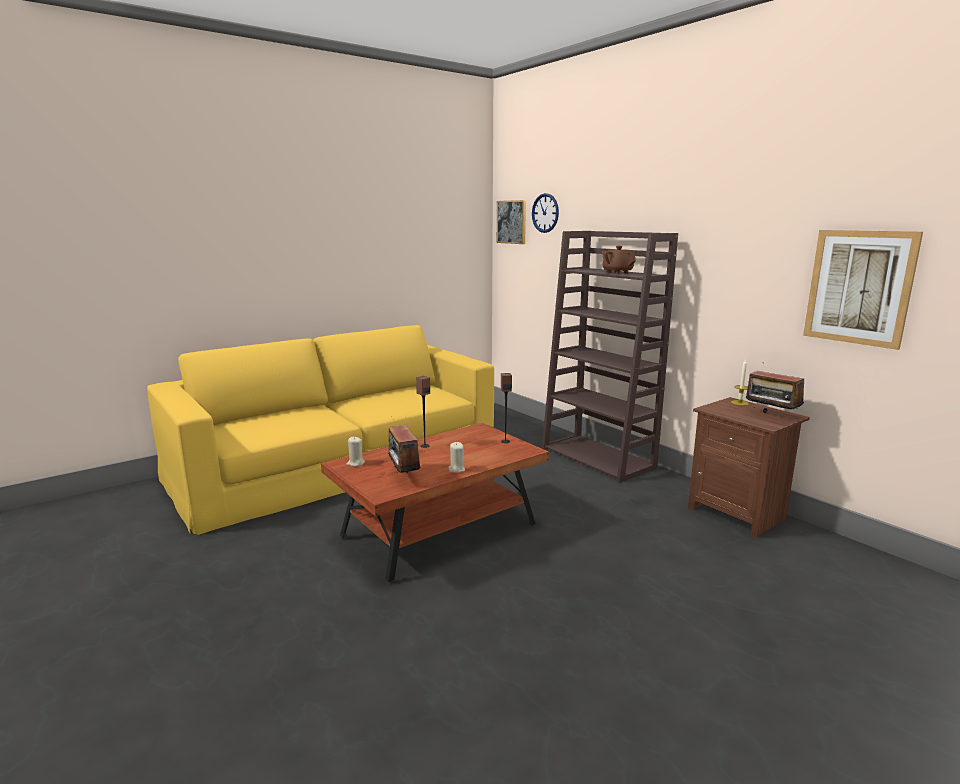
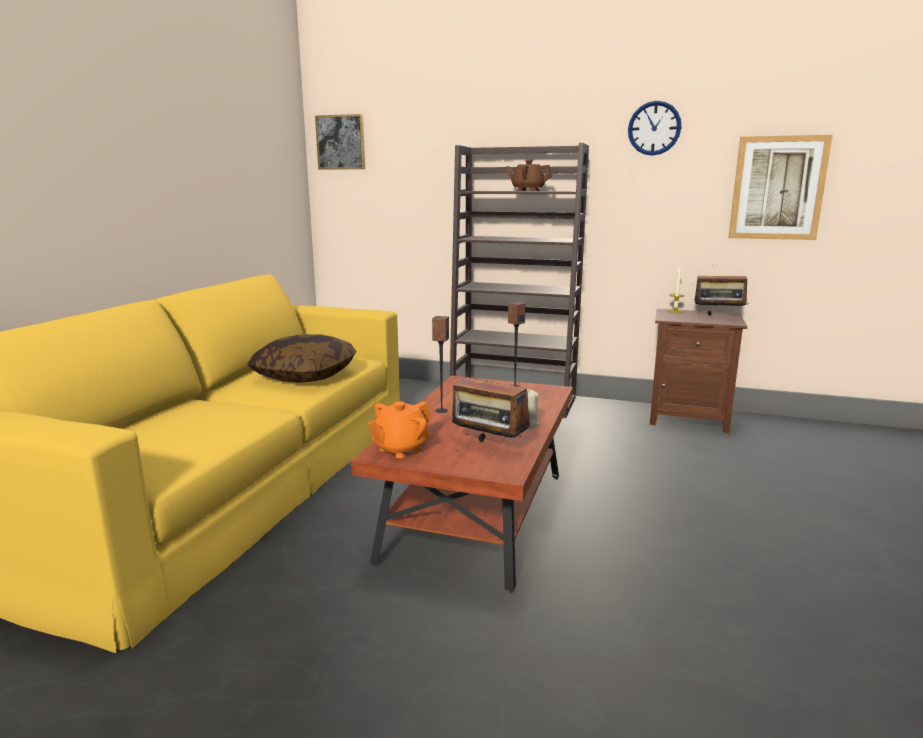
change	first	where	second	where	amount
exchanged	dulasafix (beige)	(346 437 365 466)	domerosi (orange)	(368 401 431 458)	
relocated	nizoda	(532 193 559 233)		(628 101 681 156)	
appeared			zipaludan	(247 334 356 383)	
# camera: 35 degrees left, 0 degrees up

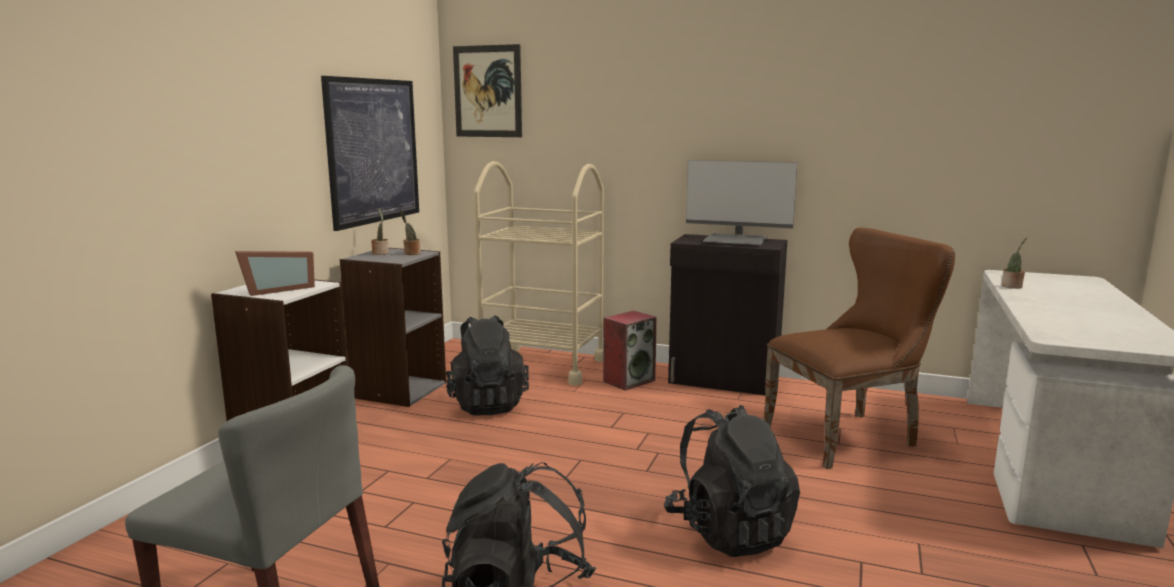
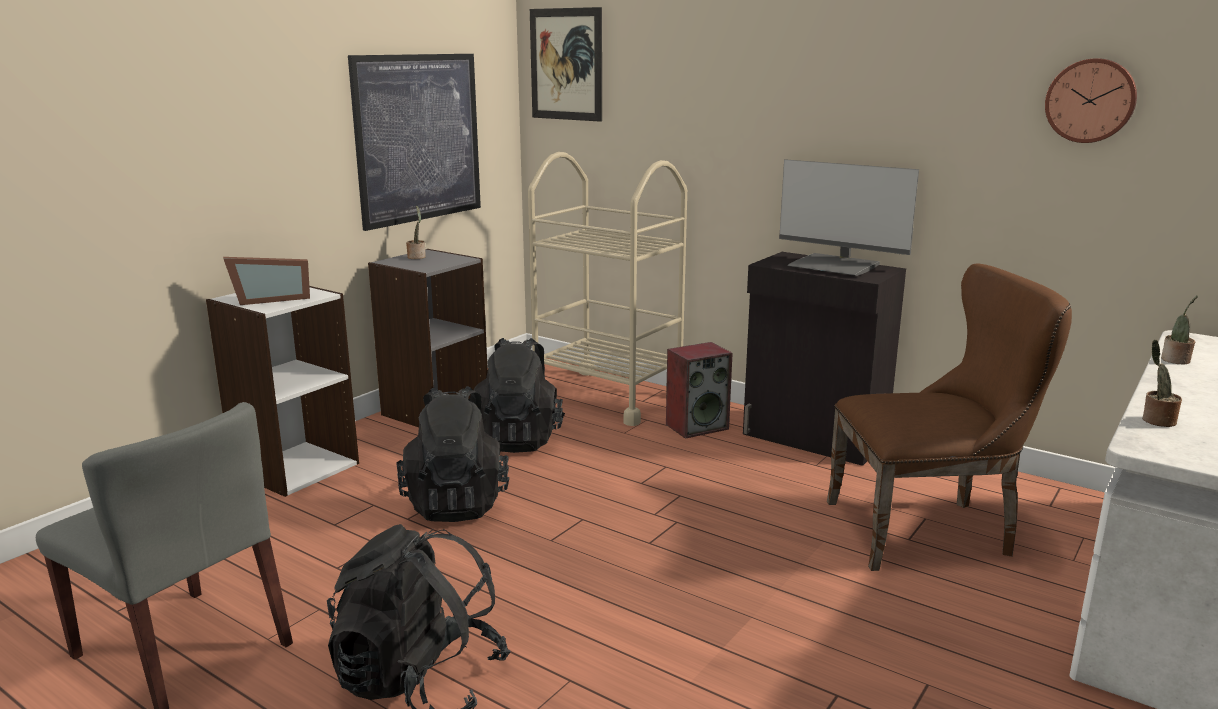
change	first	where	second	where	amount
relocated	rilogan	(399 210 421 255)		(1142 340 1182 427)	
relocated	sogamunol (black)	(664 405 800 557)		(396 386 509 522)	
appeared			nizoda	(1045 58 1137 143)	
# camera: 15 degrees right, 5 degrees up

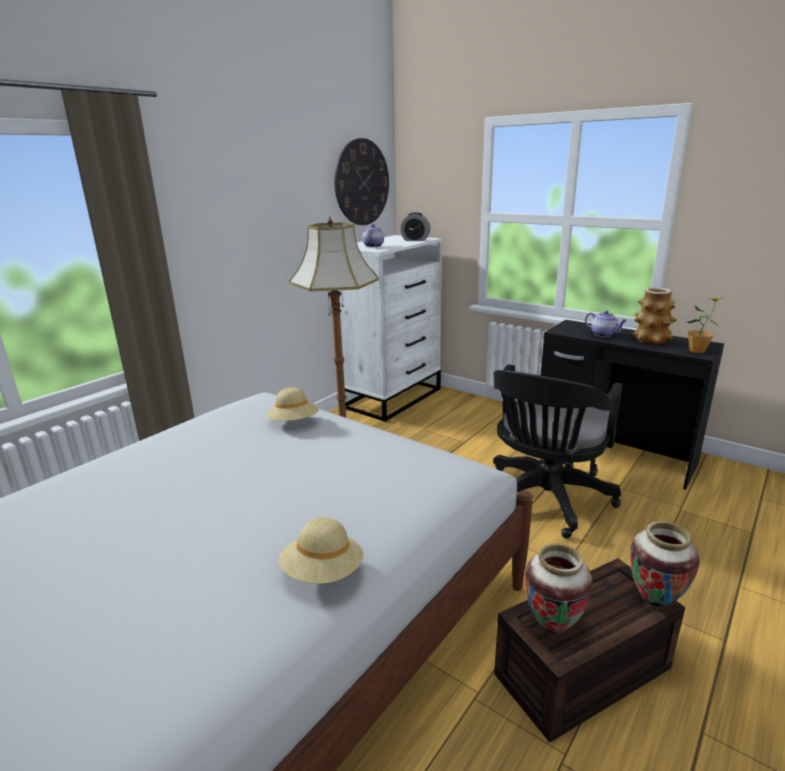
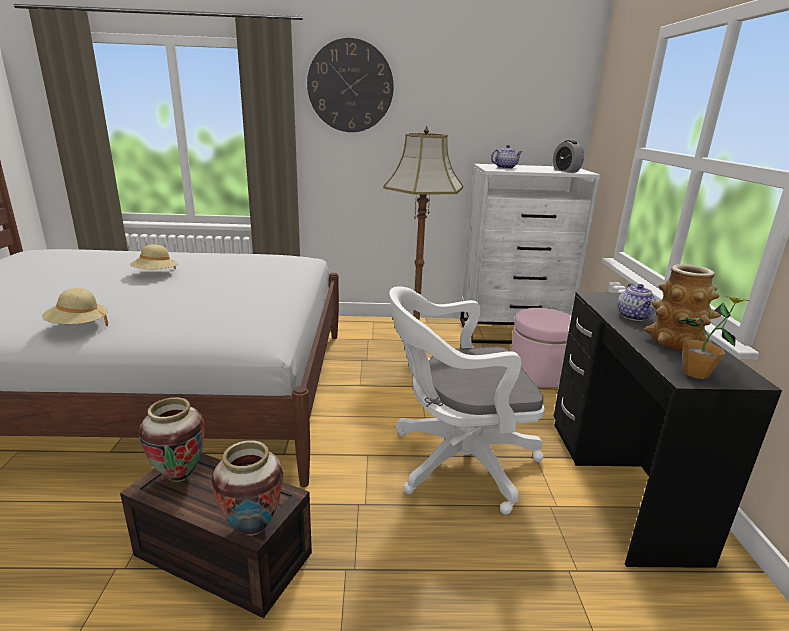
change	first	where	second	where	amount
relocated	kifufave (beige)	(267 387 319 421)		(130 244 178 269)	
relocated	nizoda	(334 138 389 225)		(307 38 394 132)	
colour	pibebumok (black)	(493 364 622 539)	pibebumok (white)	(389 287 545 515)	
appeared			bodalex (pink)	(511 308 572 387)	
# camera: 50 degrees right, 0 degrees up

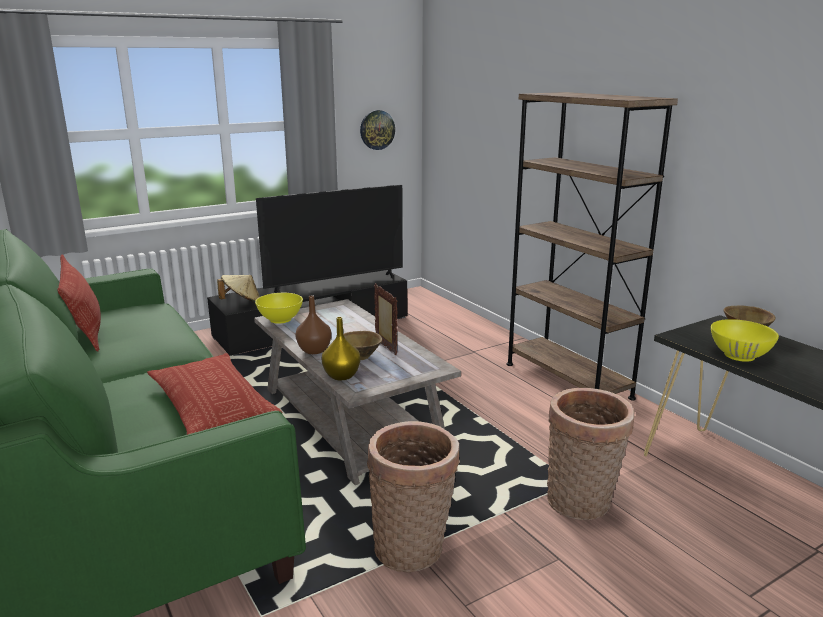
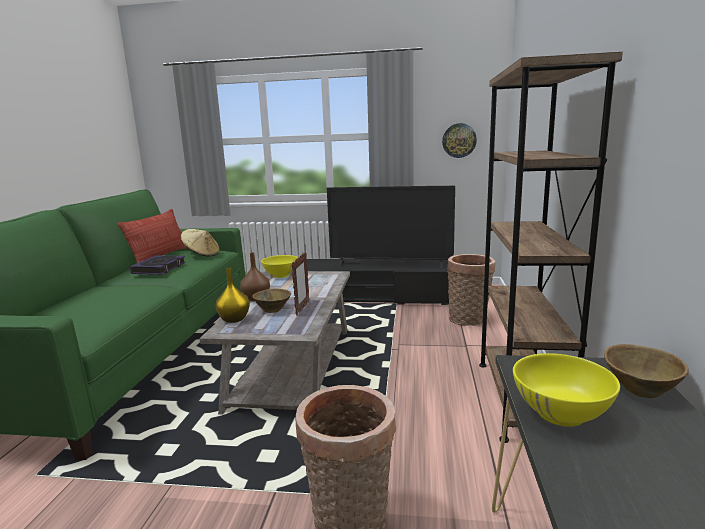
change	first	where	second	where	amount
missing	zipaludan	(147 353 283 435)			
relocated	kifufave (beige)	(217 275 260 303)		(180 229 220 257)	
relocated	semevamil	(367 421 460 573)		(447 254 495 326)	
appeared			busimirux	(130 255 186 275)	
# camera: 40 degrees right, 5 degrees down

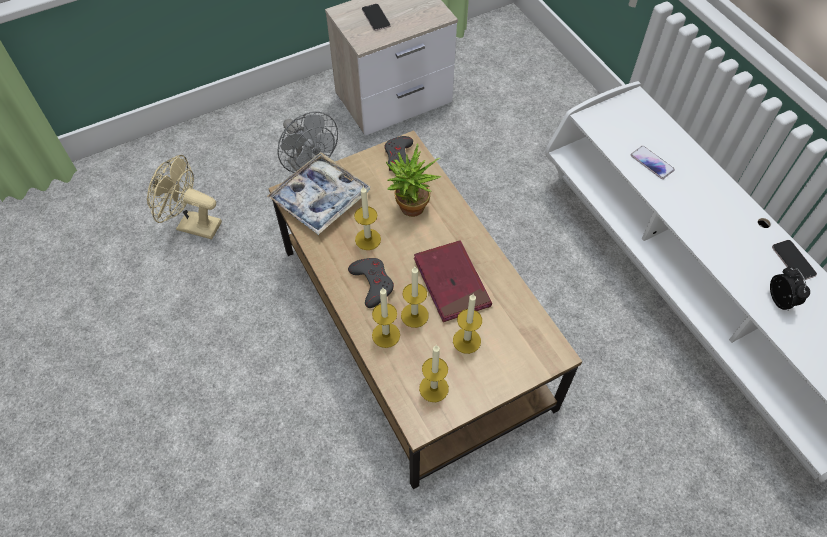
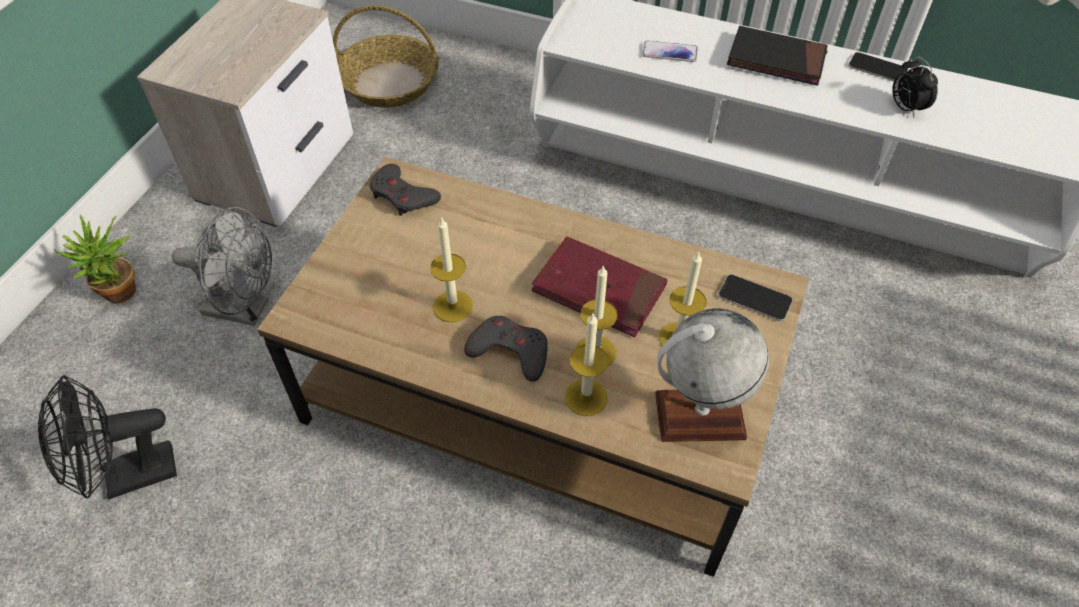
change	first	where	second	where	amount
colour	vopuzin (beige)	(147 155 222 239)	vopuzin (black)	(38 375 177 499)	
missing	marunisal	(267 152 370 235)			
relocated	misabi	(362 4 391 31)		(718 274 793 322)	
relocated	rilogan	(386 143 441 217)		(54 214 136 303)	
exchanged	dulasafix	(419 345 449 402)	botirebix	(655 309 769 442)	
spun	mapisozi	(770 267 810 310)		(892 57 938 118)	150 degrees counterclockwise
appeared			semevamil	(333 5 439 107)	
appeared			busimirux (black)	(727 26 828 86)	
# camera: 40 degrees left, 5 degrees down

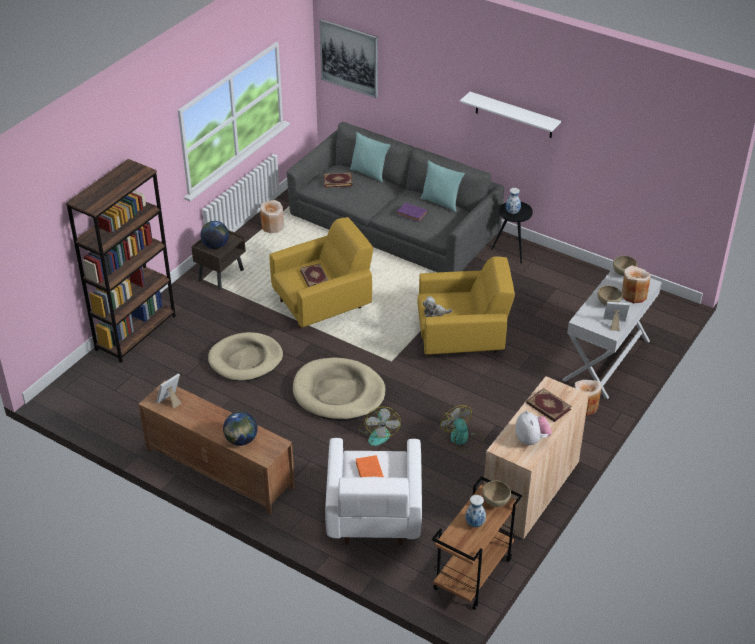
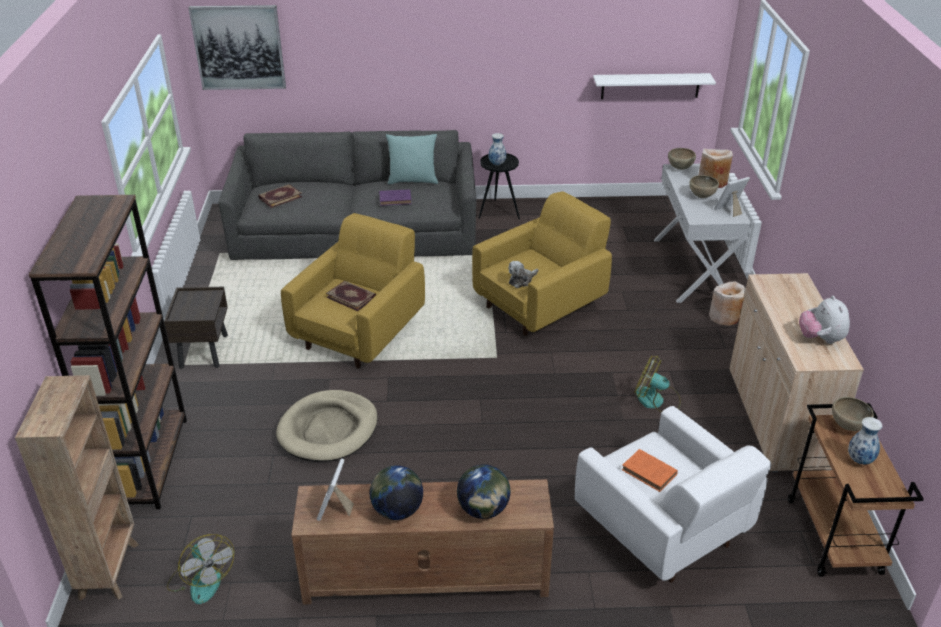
change	first	where	second	where	amount
relocated	botirebix	(200 221 229 249)		(370 465 423 520)	
missing	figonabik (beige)	(260 200 284 233)			
missing	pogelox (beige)	(293 358 386 421)			
missing	zipaludan (turquoise)	(350 132 390 183)			
relocated	vopuzin	(359 407 401 446)		(167 534 234 604)	
relocated	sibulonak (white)	(460 92 561 138)		(593 73 716 99)	
spun	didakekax	(516 410 552 446)		(799 296 850 344)	135 degrees counterclockwise
missing	busimirux	(526 388 572 422)			
appeared			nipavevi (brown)	(15 375 139 601)	
# camera: 35 degrees left, 5 degrees down

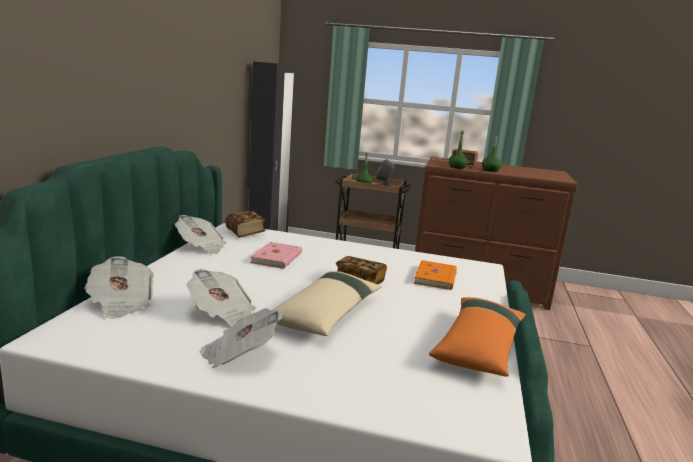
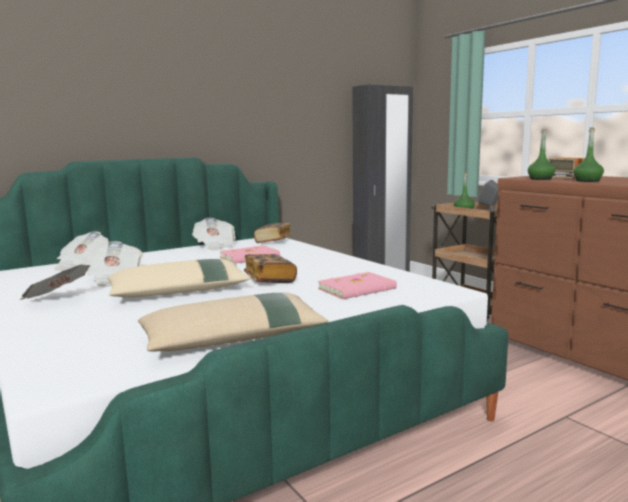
change	first	where	second	where	amount
colour	busimirux (orange)	(414 260 457 290)	busimirux (pink)	(318 272 397 299)	
colour	zipaludan (orange)	(429 297 526 377)	zipaludan (beige)	(138 293 329 351)	
# camera: 45 degrees right, 5 degrees down

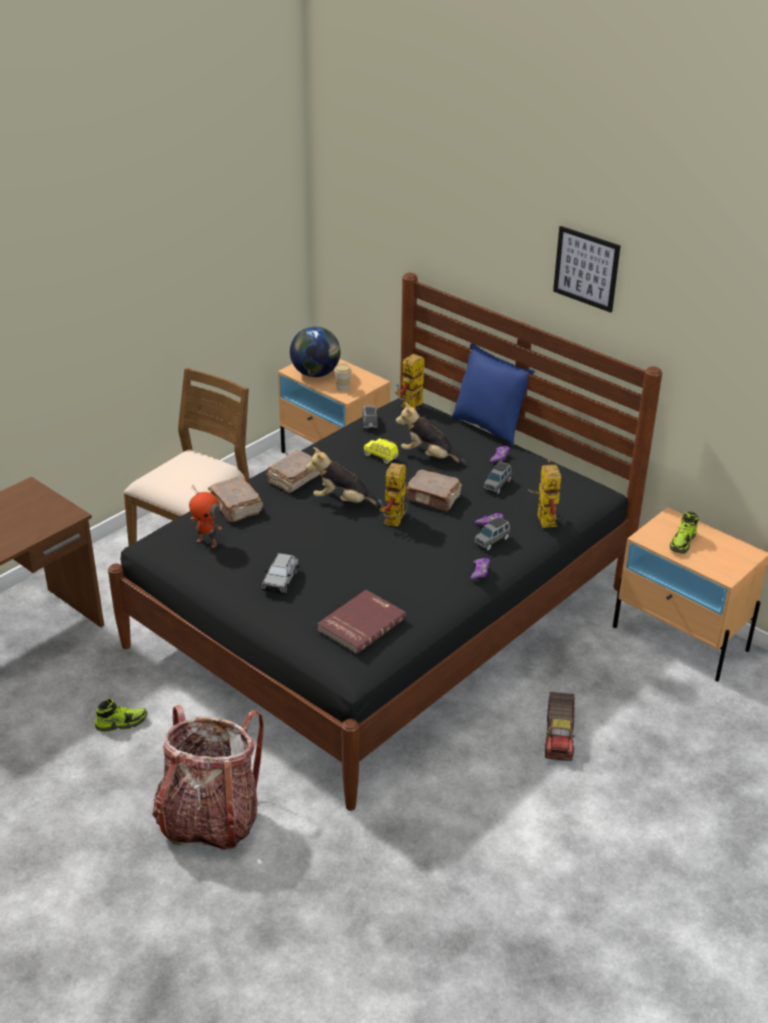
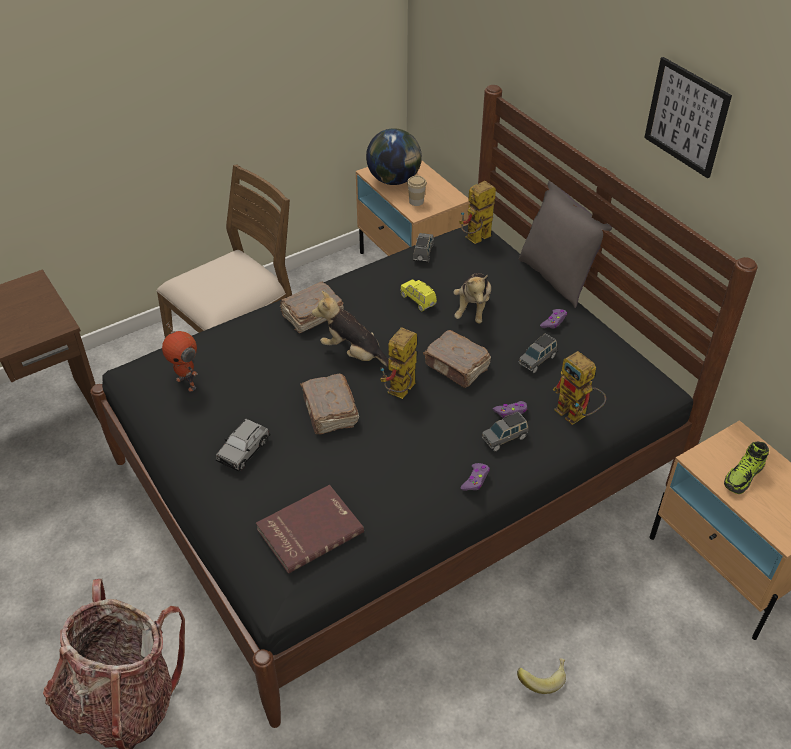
change	first	where	second	where	amount
missing	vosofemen	(95 698 147 732)			
relocated	busimirux (brown)	(208 477 263 522)		(300 374 359 435)	
spun	didakekax	(396 402 467 466)		(453 273 491 323)	120 degrees counterclockwise
colour	zipaludan (blue)	(452 343 535 446)	zipaludan (grey)	(519 181 612 308)	
spun	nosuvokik	(528 460 561 528)		(553 351 606 425)	135 degrees clockwise
exchanged	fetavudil	(545 692 575 761)	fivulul	(517 658 566 694)	
# camera: 15 degrees right, 10 degrees up

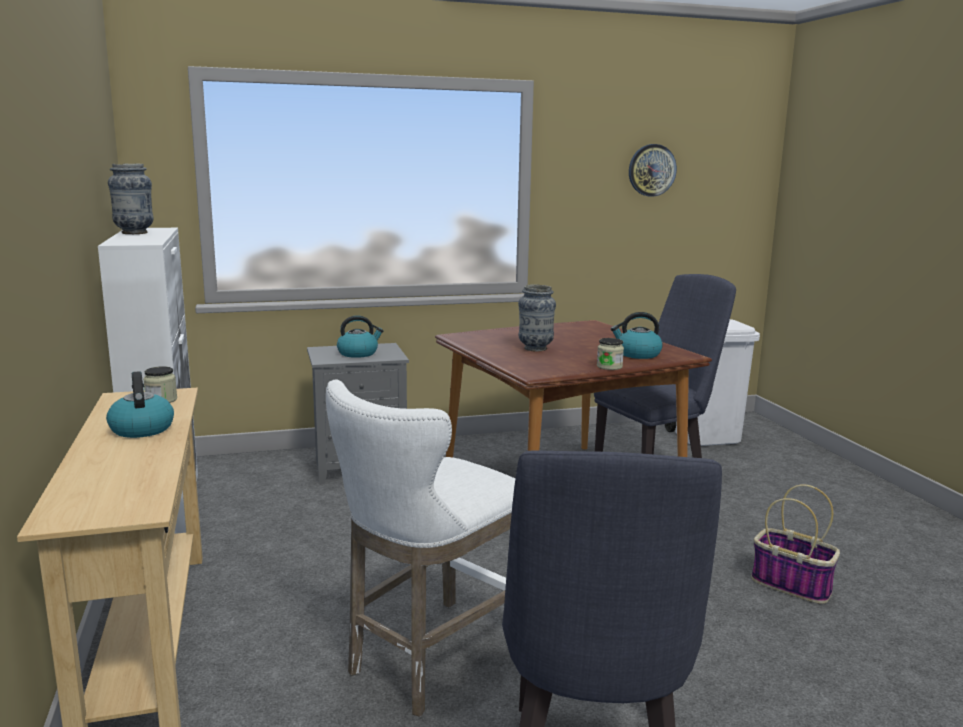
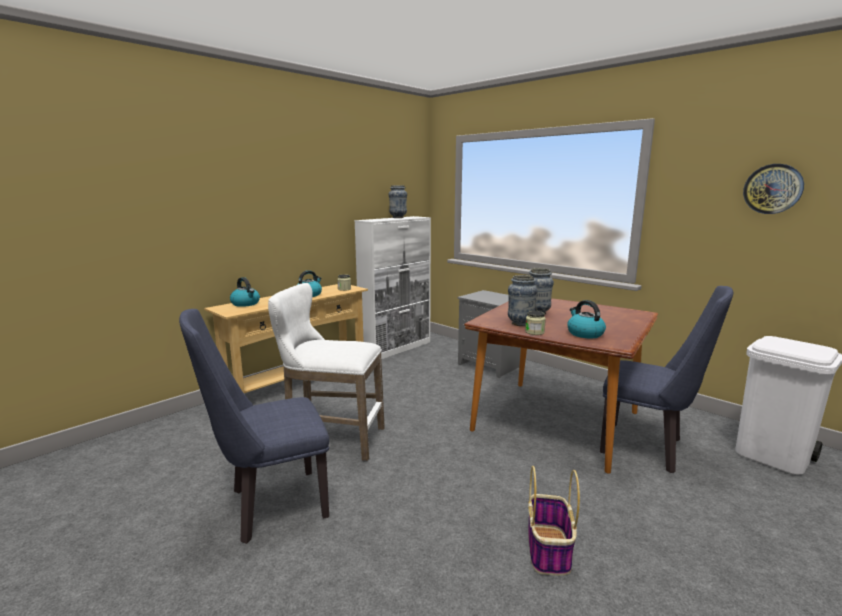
change	first	where	second	where	amount
relocated	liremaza	(337 315 384 358)		(230 277 260 307)	
appeared			figonabik	(508 275 538 326)	
# camera: 60 degrees right, 0 degrees up

